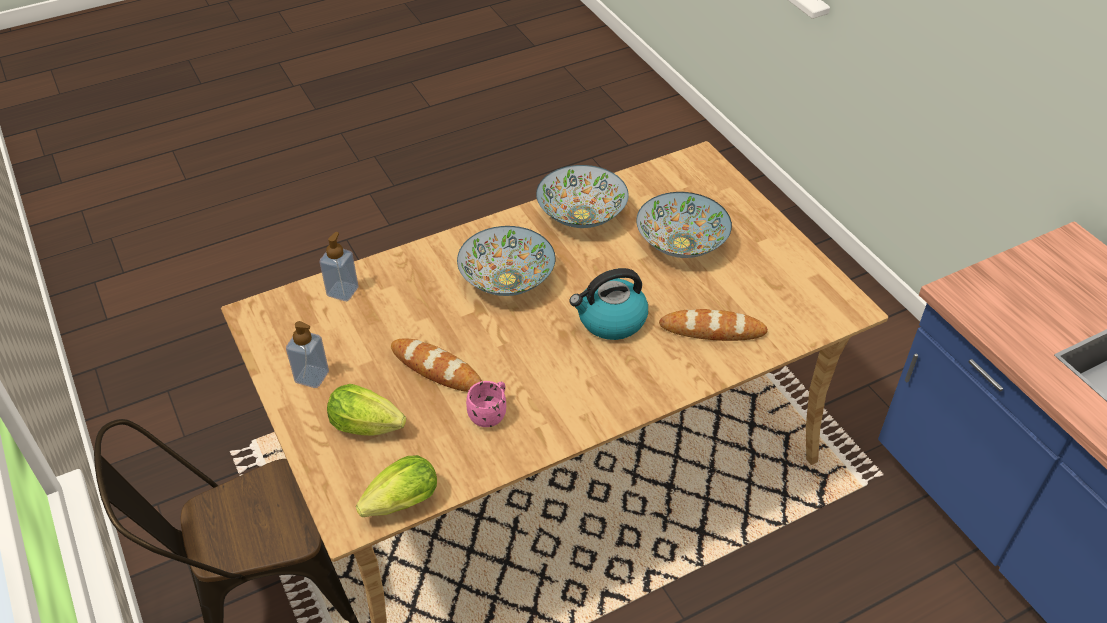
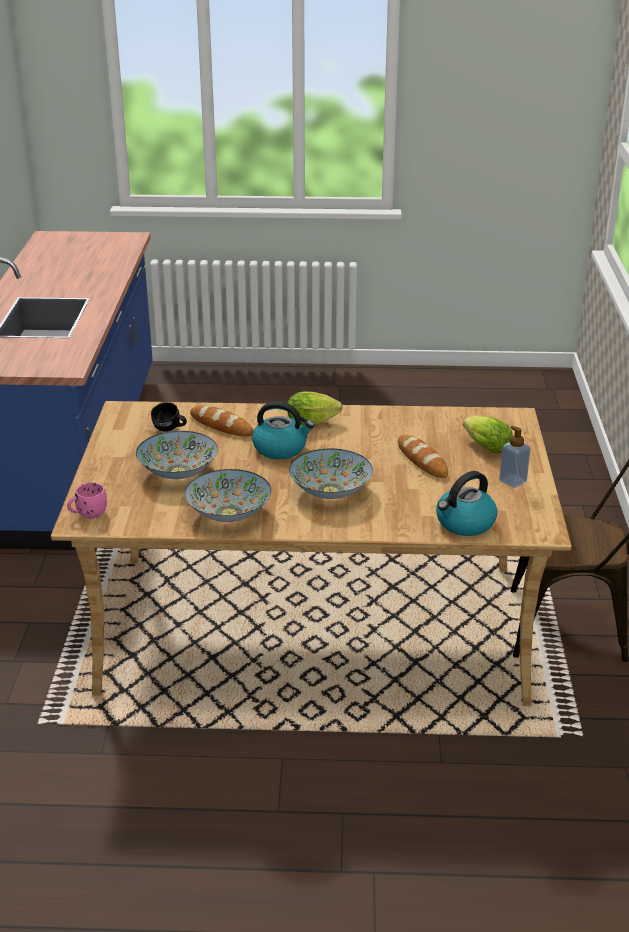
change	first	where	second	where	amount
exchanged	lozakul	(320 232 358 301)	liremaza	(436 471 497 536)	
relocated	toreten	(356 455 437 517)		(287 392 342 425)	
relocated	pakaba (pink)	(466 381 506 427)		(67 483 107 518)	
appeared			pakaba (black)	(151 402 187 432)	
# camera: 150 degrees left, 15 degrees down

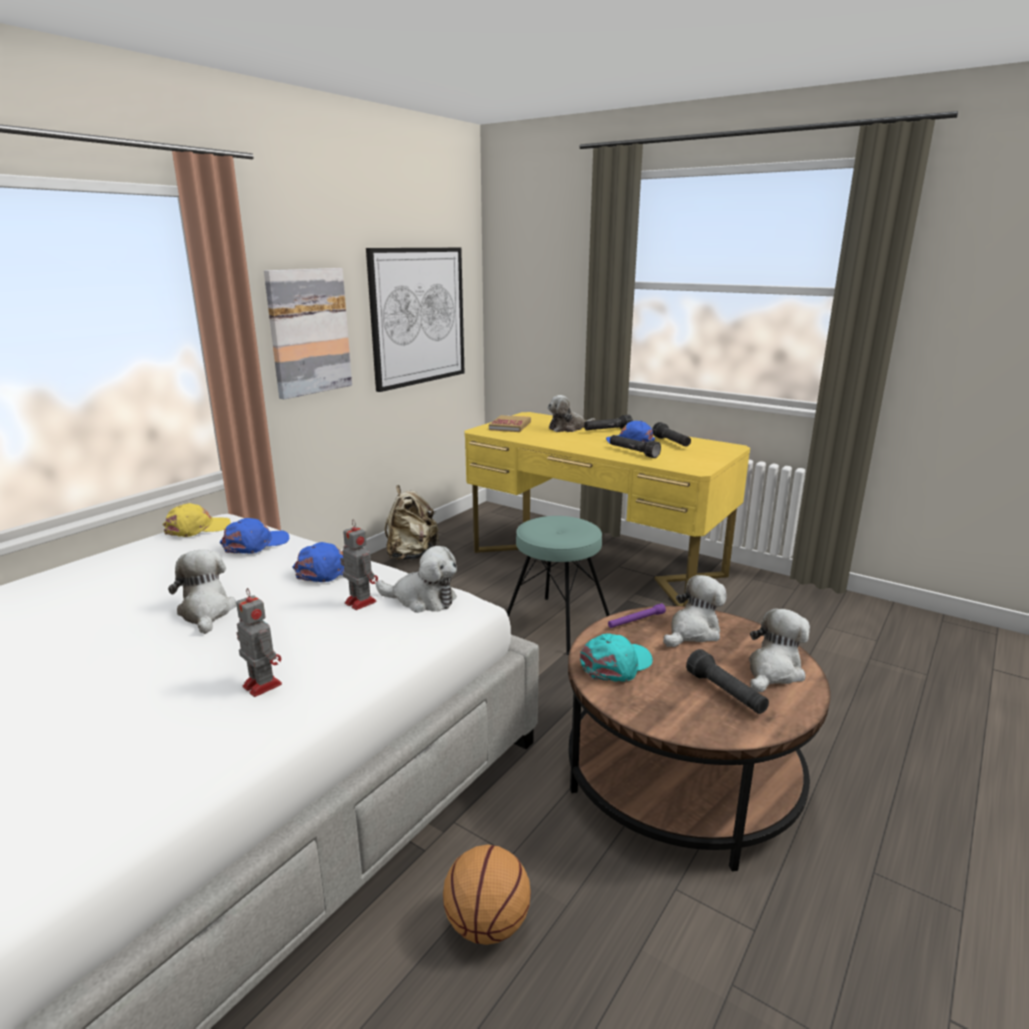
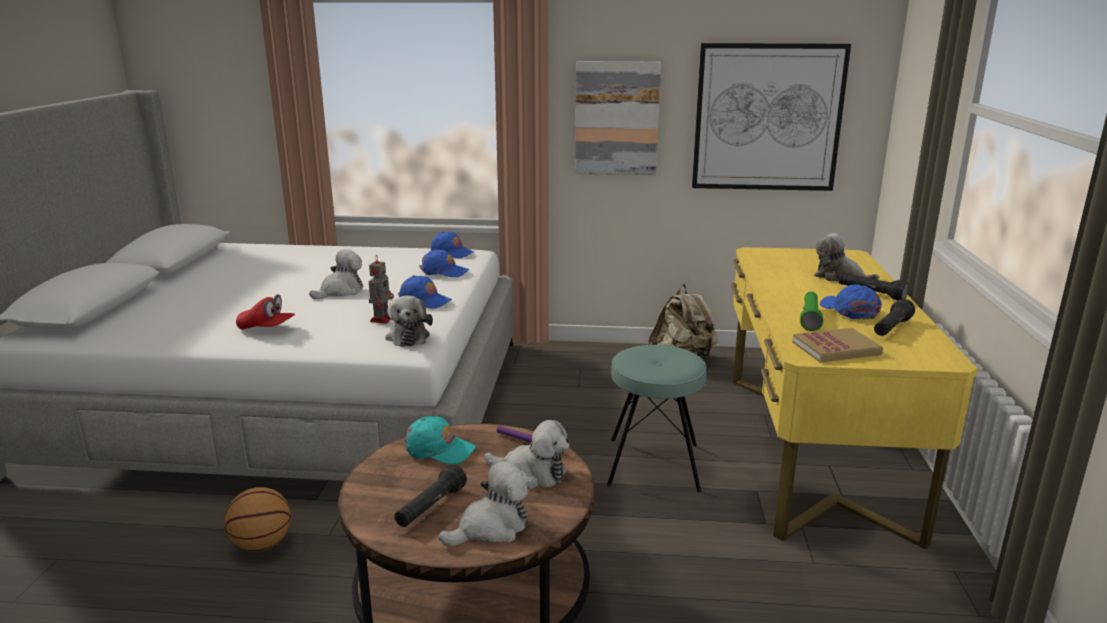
change	first	where	second	where	amount
colour	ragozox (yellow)	(163 503 231 537)	ragozox (blue)	(430 231 474 258)	
exchanged	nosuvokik	(236 588 282 697)	ragozox (red)	(236 294 295 330)	
relocated	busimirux	(489 415 531 432)		(792 328 883 363)	
colour	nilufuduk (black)	(610 435 661 458)	nilufuduk (green)	(800 292 823 331)	
spun	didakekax	(749 608 810 692)		(439 460 529 546)	45 degrees counterclockwise
# camera: 60 degrees right, 0 degrees up

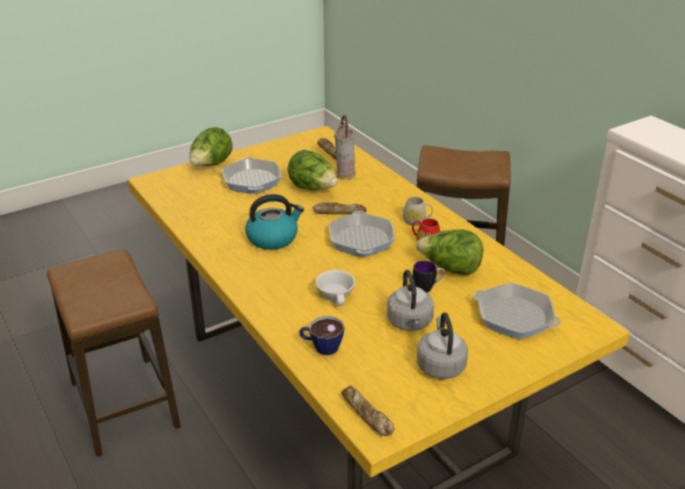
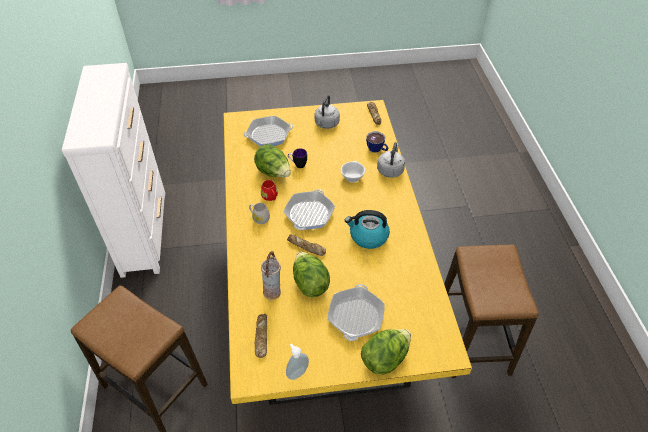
change	first	where	second	where	amount
relocated	liremaza (grey)	(387 270 434 331)		(377 142 405 178)	
spun	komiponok	(473 283 561 339)		(243 116 293 146)	105 degrees clockwise
appeared			lozakul	(286 343 309 380)	
# camera: 155 degrees left, 15 degrees up

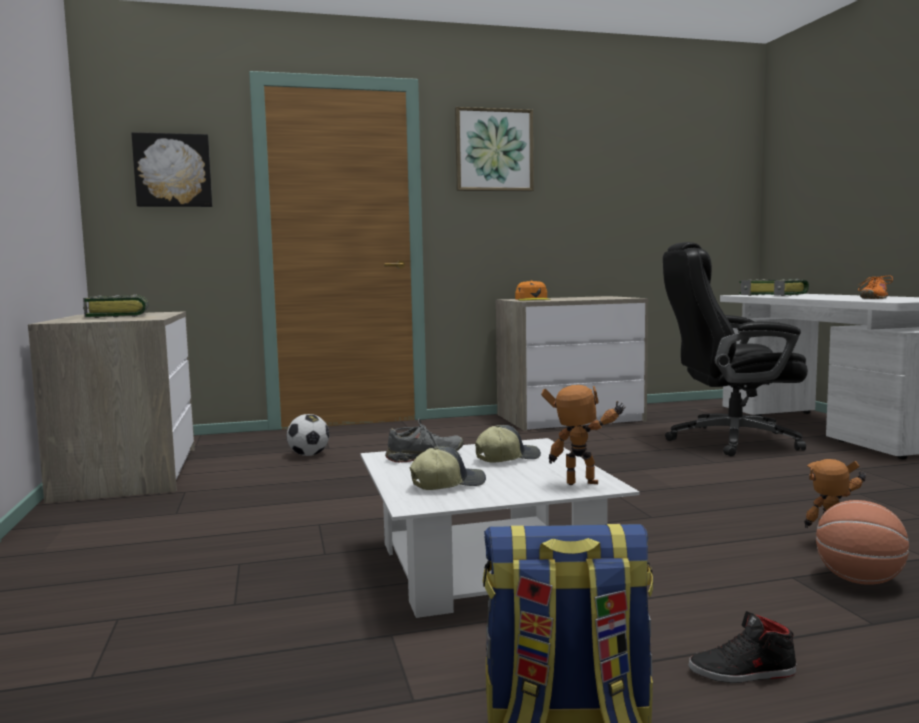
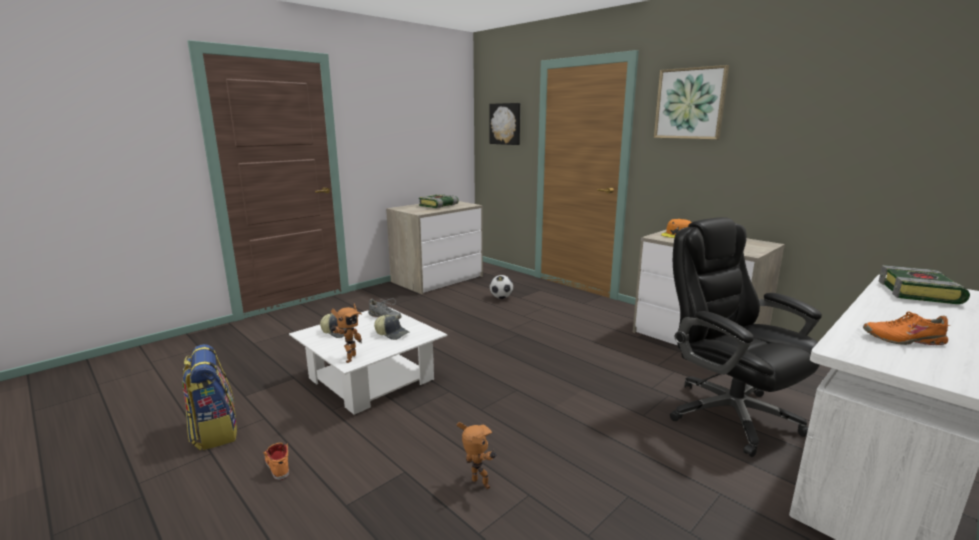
change	first	where	second	where	amount
spun	nosuvokik	(541 385 626 485)		(331 304 362 363)	45 degrees clockwise
colour	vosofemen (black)	(689 611 796 683)	vosofemen (orange)	(263 443 289 480)	
missing	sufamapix	(816 500 909 585)			
# camera: 60 degrees right, 10 degrees up

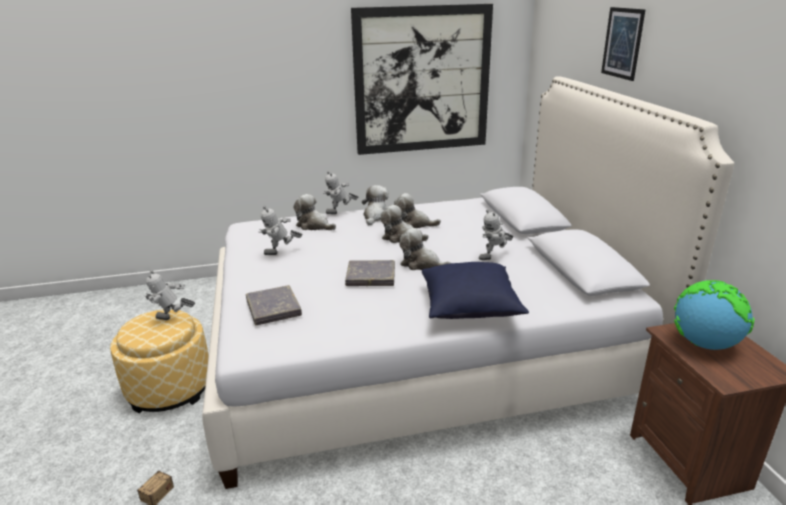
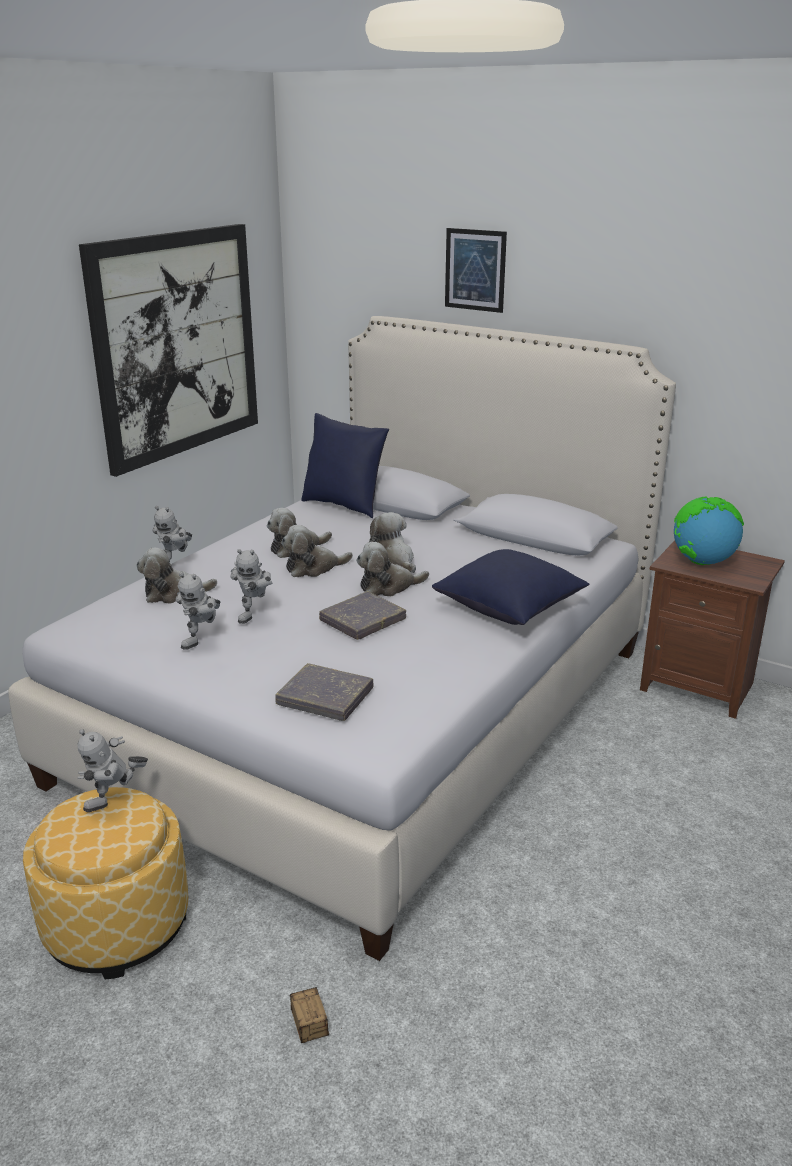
change	first	where	second	where	amount
relocated	didakekax	(362 185 389 226)		(369 512 416 573)	
relocated	nosuvokik	(479 210 514 260)		(231 549 273 624)	
appeared			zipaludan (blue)	(301 413 389 518)	
# camera: 45 degrees left, 0 degrees up

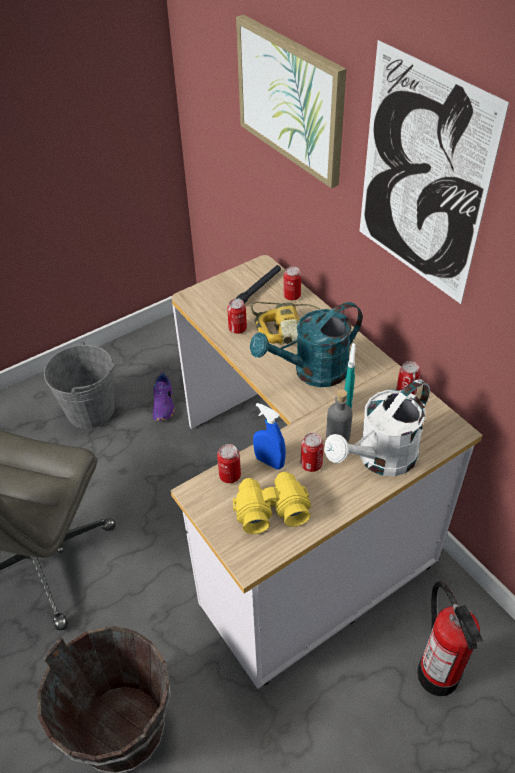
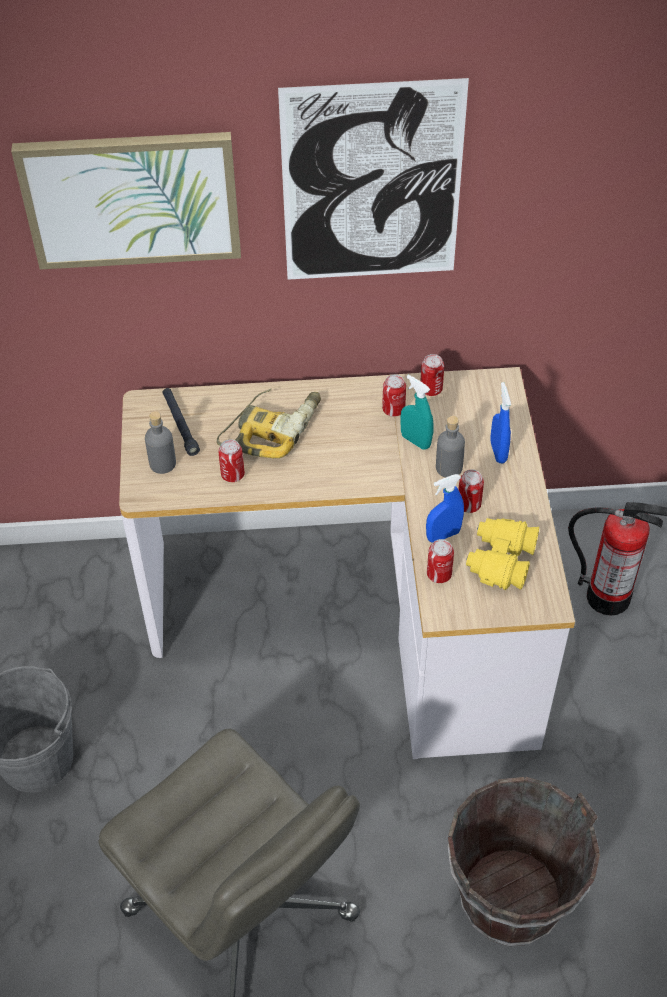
change	first	where	second	where	amount
missing	vosofemen (purple)	(153 370 175 421)			
missing	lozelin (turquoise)	(250 302 362 387)			
relocated	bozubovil	(283 266 301 300)		(382 374 406 417)	
exchanged	lozelin (white)	(324 379 430 476)	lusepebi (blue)	(490 382 511 463)	
appeared			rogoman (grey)	(145 411 176 474)	
# camera: 60 degrees left, 5 degrees up

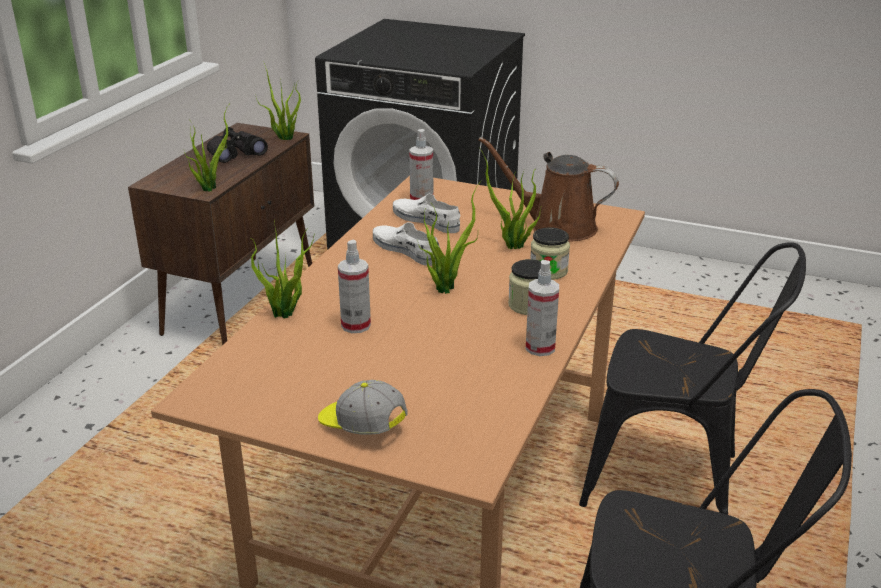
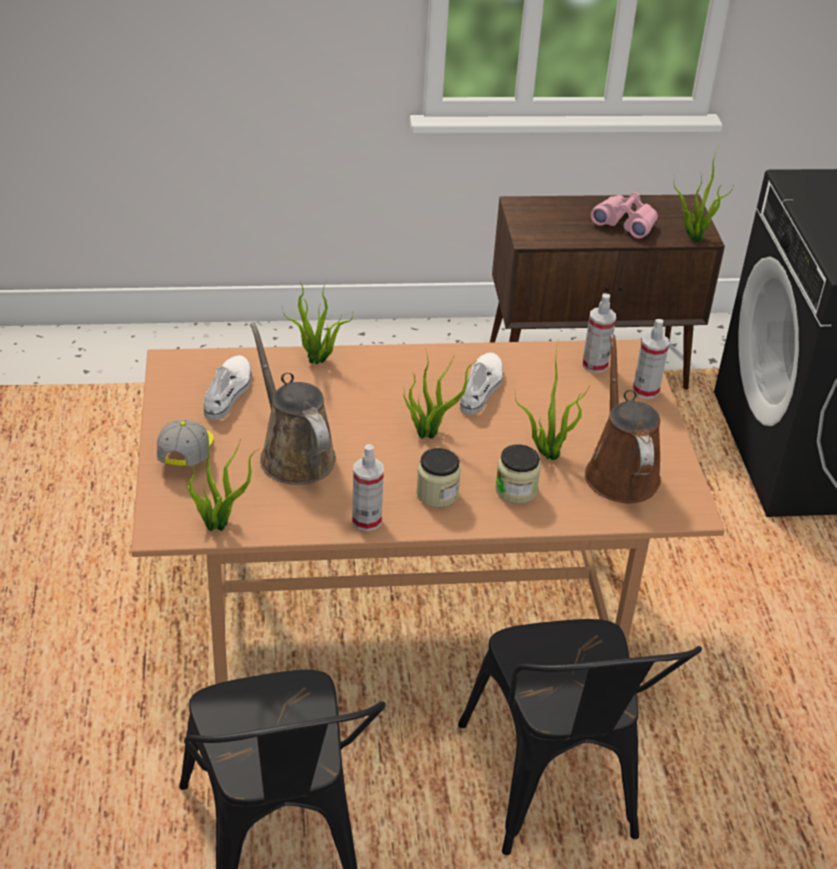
change	first	where	second	where	amount
relocated	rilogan	(184 105 229 192)		(185 437 259 531)	
colour	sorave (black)	(207 127 268 163)	sorave (pink)	(591 192 658 239)	
relocated	lusepebi	(338 240 371 333)		(633 319 669 399)	
relocated	vosofemen (white)	(393 194 461 233)		(203 355 251 420)	
appeared			lozelin (brown)	(250 322 336 485)	
# camera: 60 degrees right, 10 degrees up

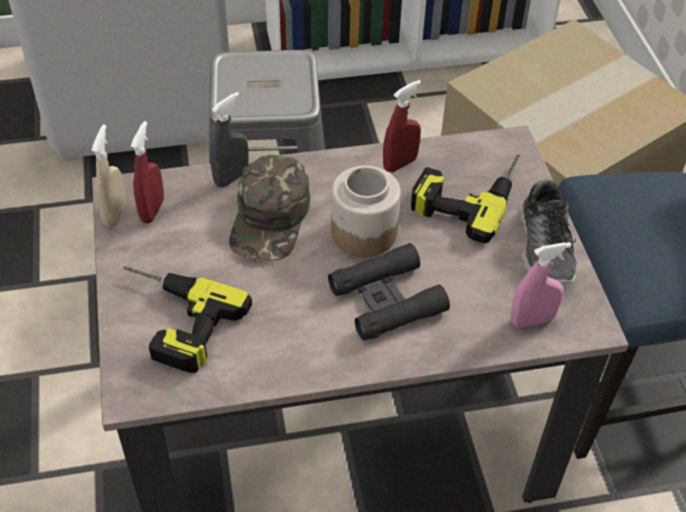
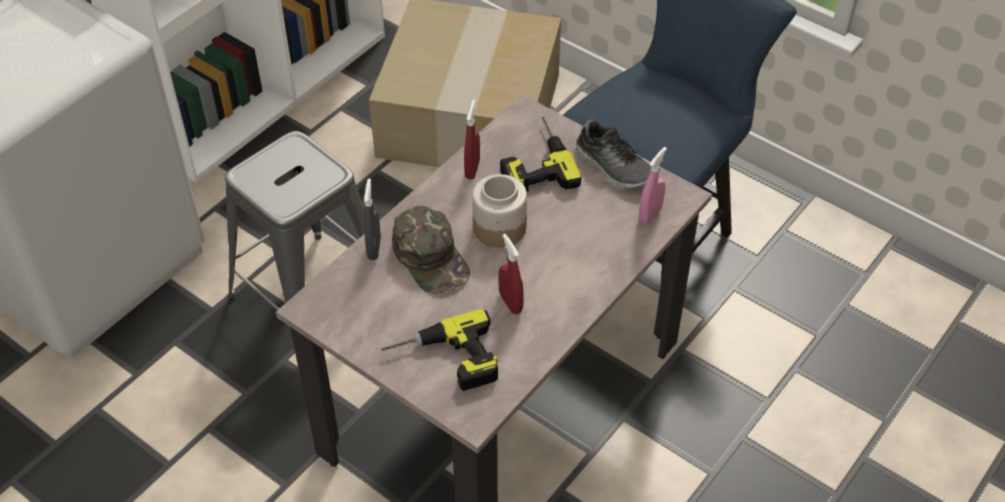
change	first	where	second	where	amount
missing	lusepebi (beige)	(91 124 126 227)			
relocated	lusepebi (red)	(130 121 164 223)		(498 234 524 314)	
missing	sorave (black)	(328 243 450 341)			
# camera: 40 degrees left, 0 degrees up

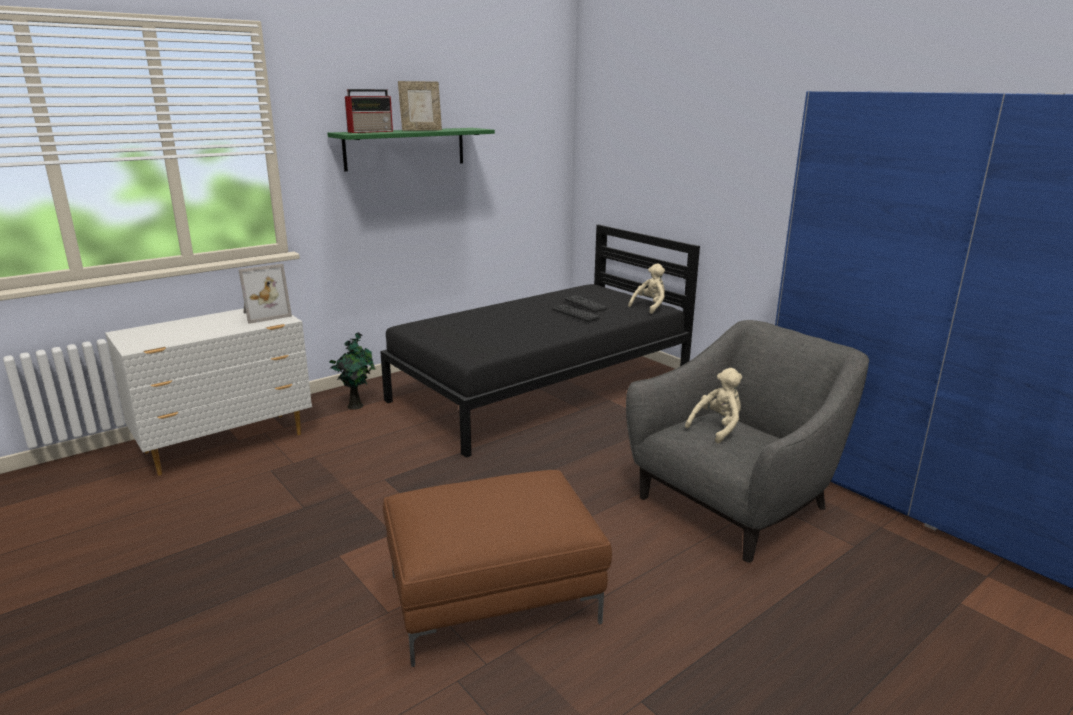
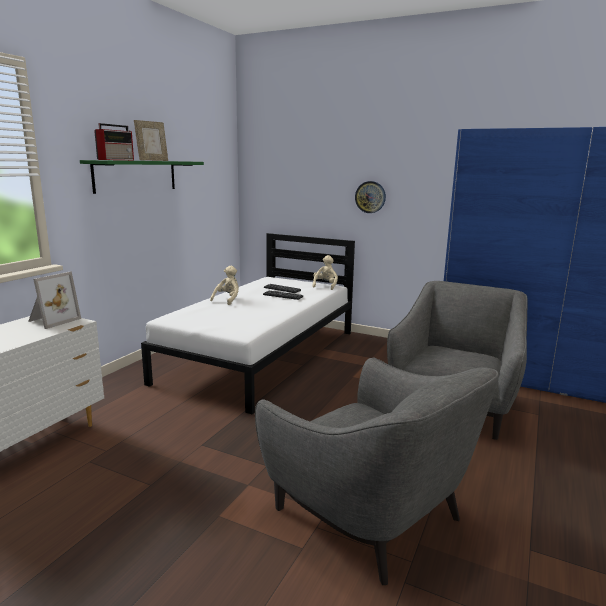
change	first	where	second	where	amount
missing	rilogan	(329 333 376 410)			
colour	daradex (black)	(380 224 700 458)	daradex (white)	(141 233 355 414)	
exchanged	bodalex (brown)	(383 470 612 667)	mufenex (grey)	(255 357 499 585)	
relocated	didakekax (beige)	(685 368 742 443)		(210 266 239 305)	
appeared			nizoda	(355 181 386 213)	
# camera: 25 degrees left, 5 degrees down

